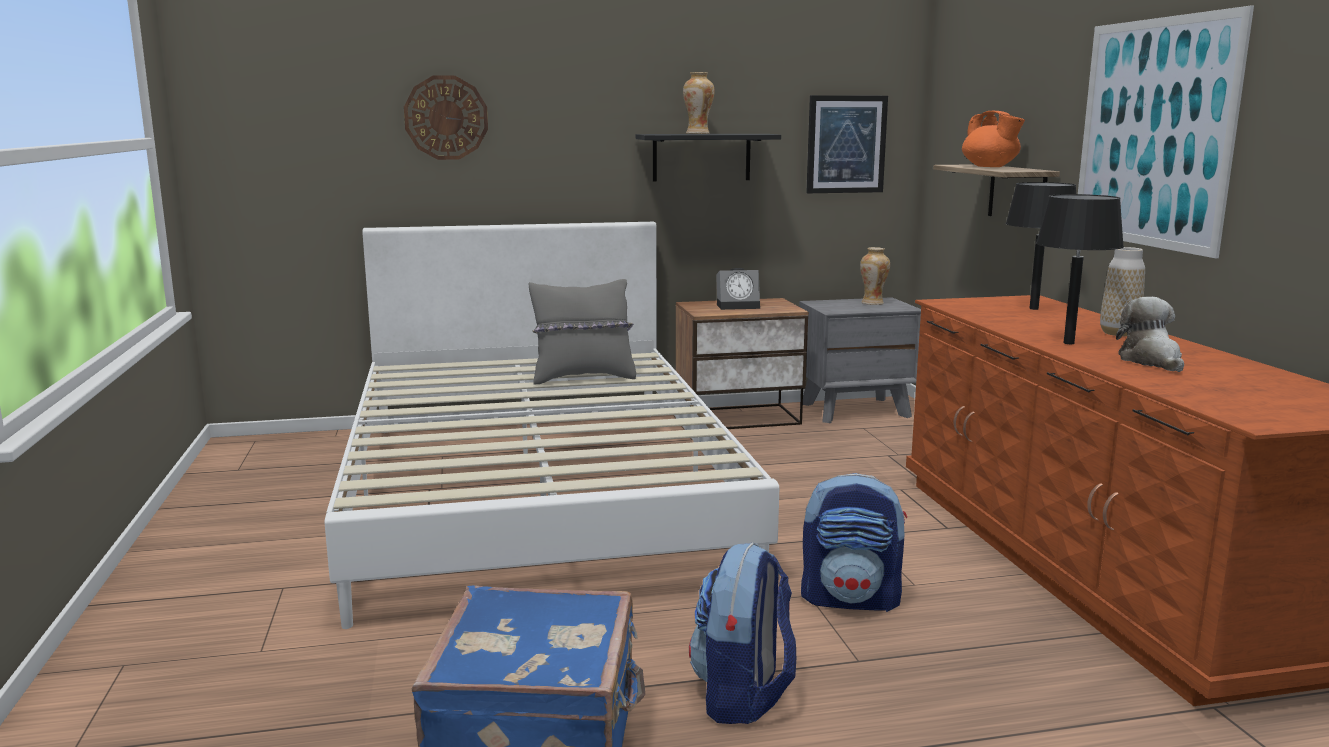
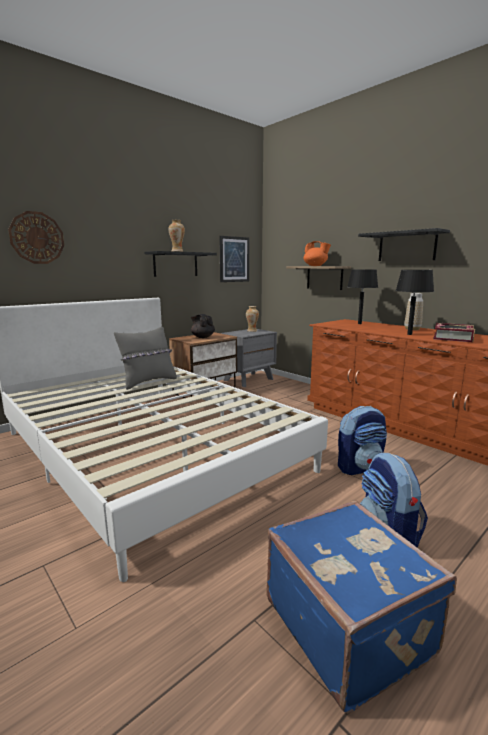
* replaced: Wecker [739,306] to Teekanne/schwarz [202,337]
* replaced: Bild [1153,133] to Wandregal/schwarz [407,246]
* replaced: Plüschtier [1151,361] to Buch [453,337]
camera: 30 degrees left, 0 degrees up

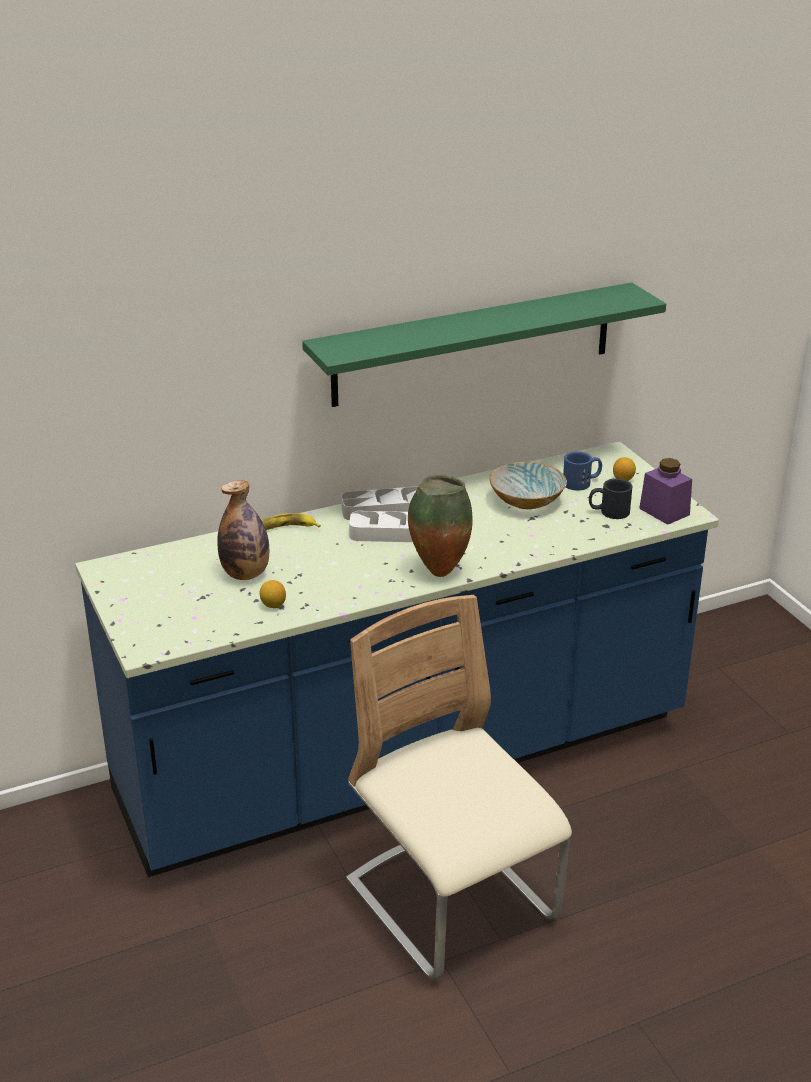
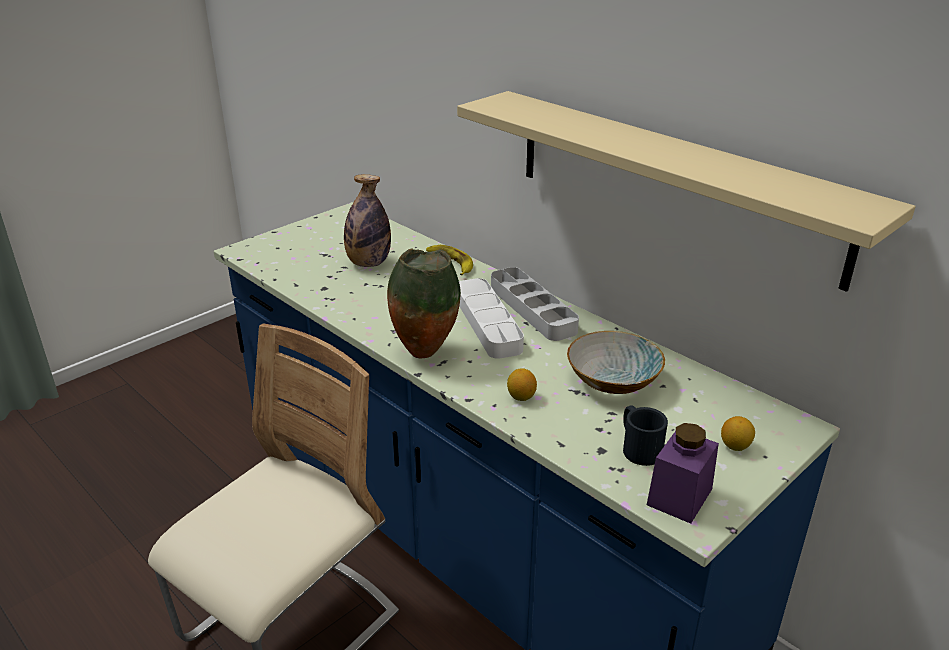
* moved: Zitrone [273,605] to [521,397]
* recoloured: Wandregal/grün [473,344] to Wandregal/beige [672,183]
* removed: Henkelbecher/blau [582,482]
camera: 70 degrees right, 0 degrees up

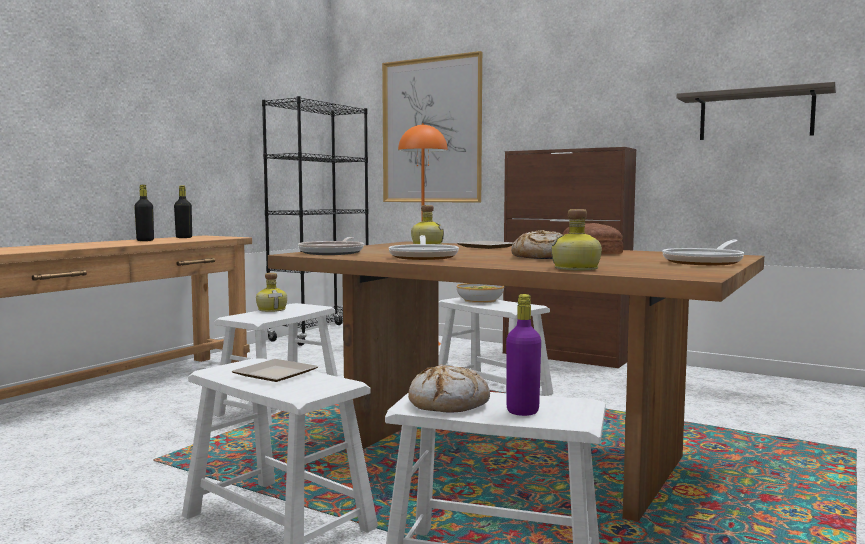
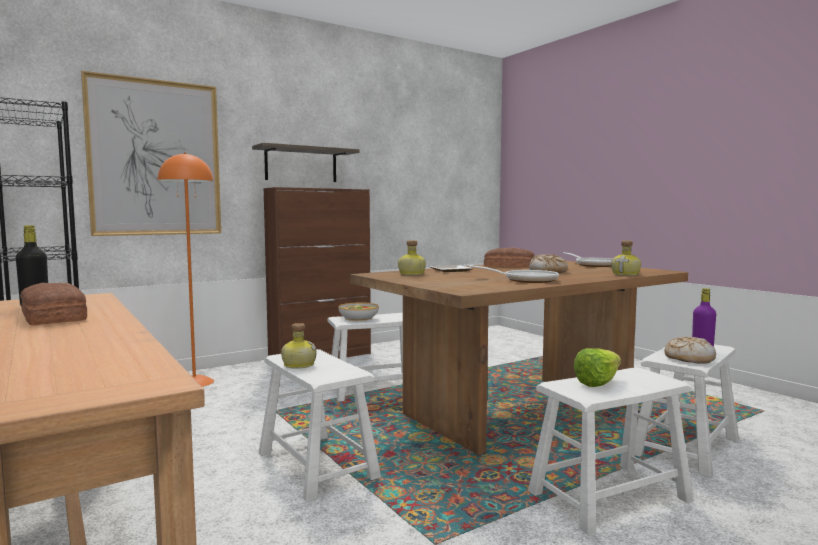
* replaced: Flasche/schwarz [145,240] to Brot [52,317]
* replaced: Teller [275,373] to Salatkopf [602,382]
* removed: Pfanne [333,253]
* moved: Wandregal [755,115] to [301,165]
camera: 65 degrees left, 0 degrees up

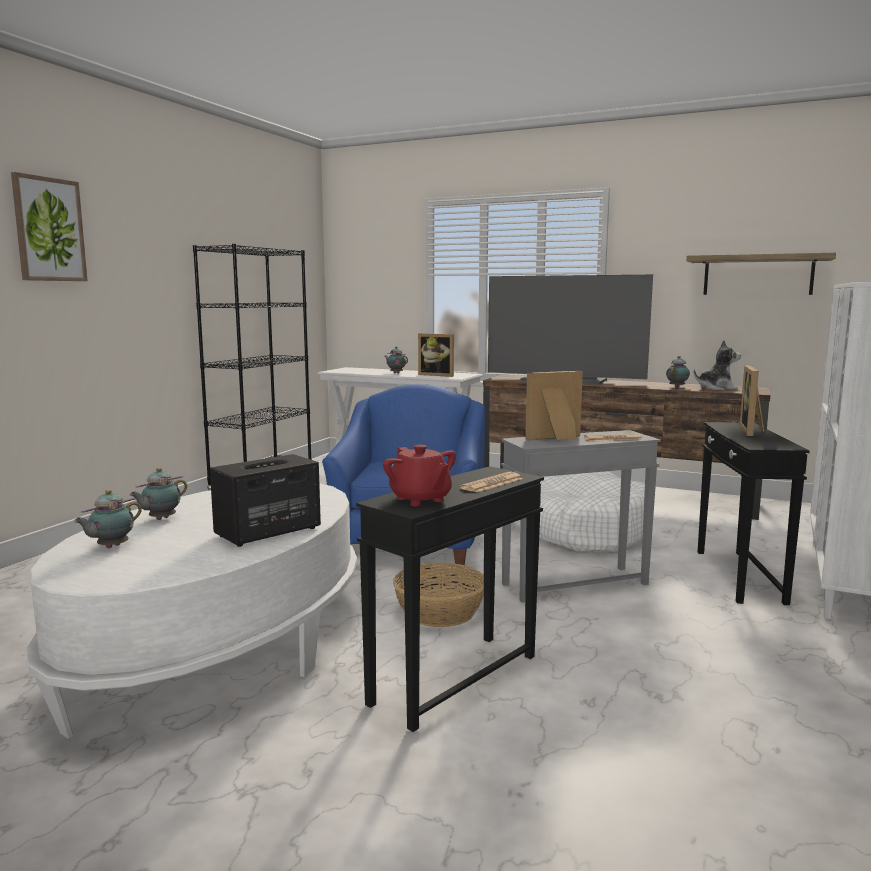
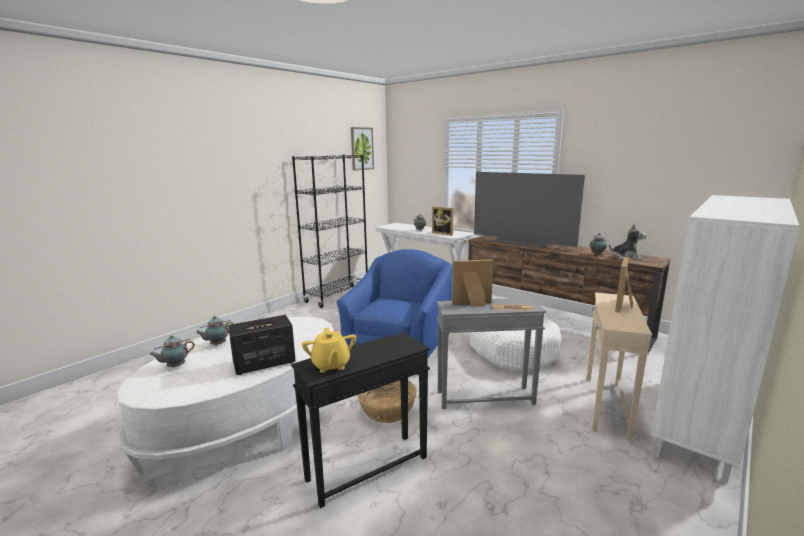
* moved: Bild [49,229] to [361,148]
* recoloured: Teekanne/rot [420,499] to Teekanne/gelb [331,365]
* removed: Zeitung [492,483]
* removed: Wandregal [757,275]
* recoloured: Beistelltisch/schwarz [738,576] to Beistelltisch/beige [606,405]
camera: 15 degrees right, 5 degrees up

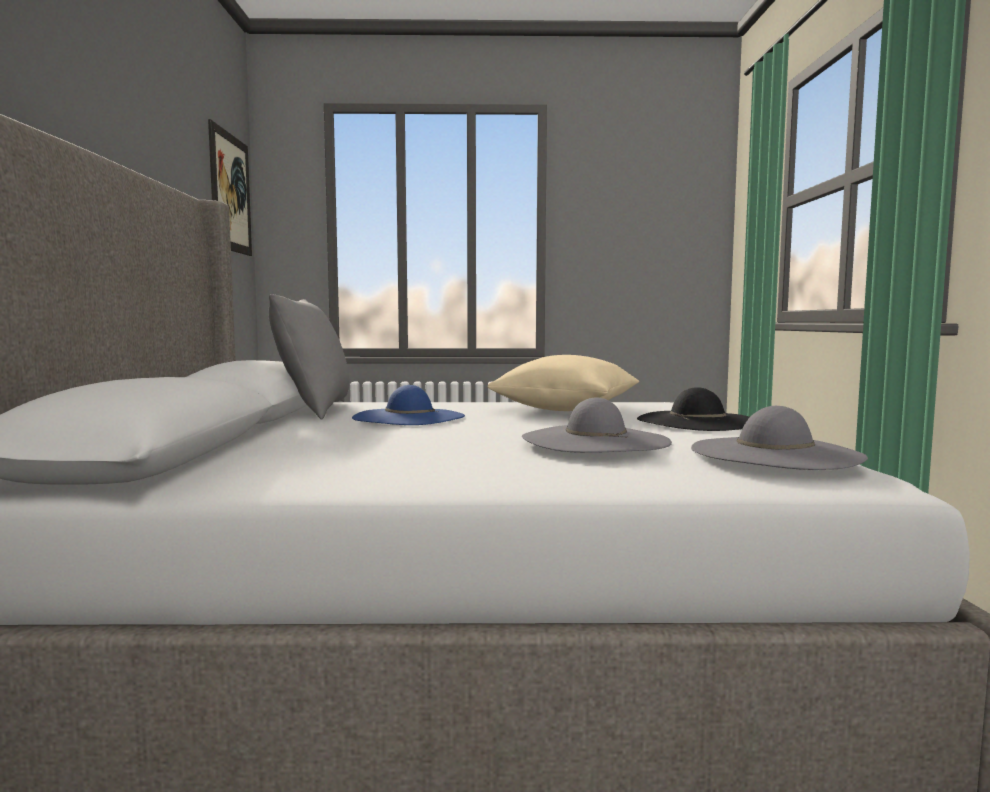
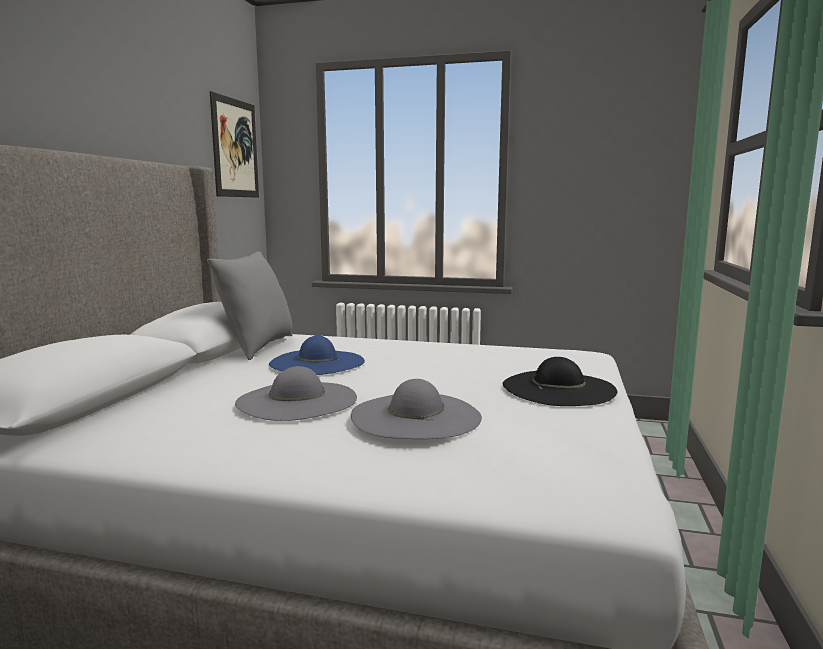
* removed: Kissen/beige [566,409]
* moved: Hut/grau [775,453] to [297,400]
camera: 15 degrees right, 5 degrees up

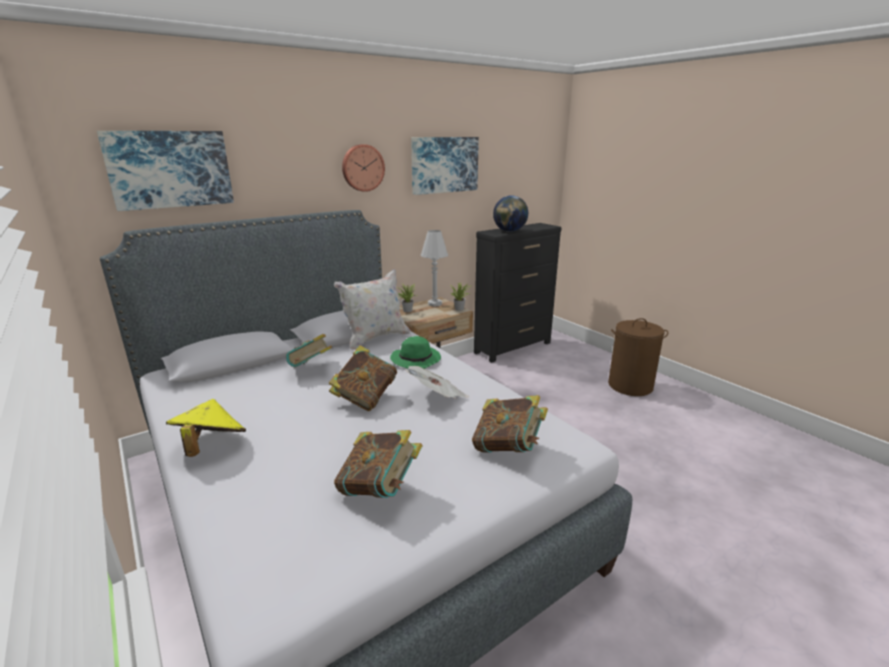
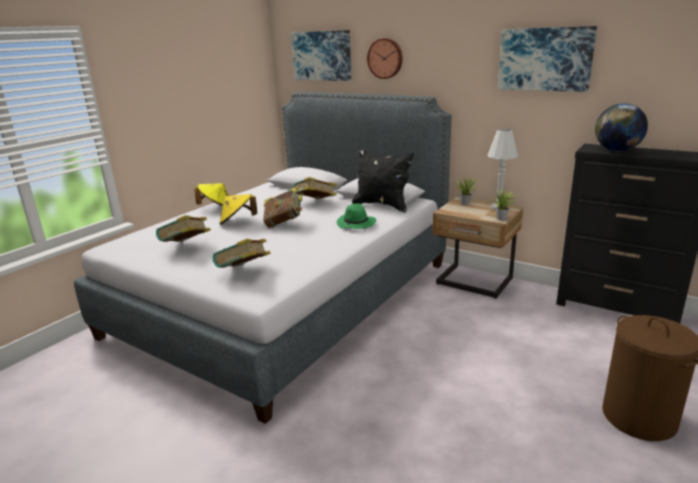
* recoloured: Kissen/weiß [375,338] to Kissen/schwarz [382,205]
* moved: Wanduhr [362,168] to [385,58]
* removed: Zeitung [437,397]
* added: Hut/gelb [237,221]
camera: 70 degrees right, 0 degrees up

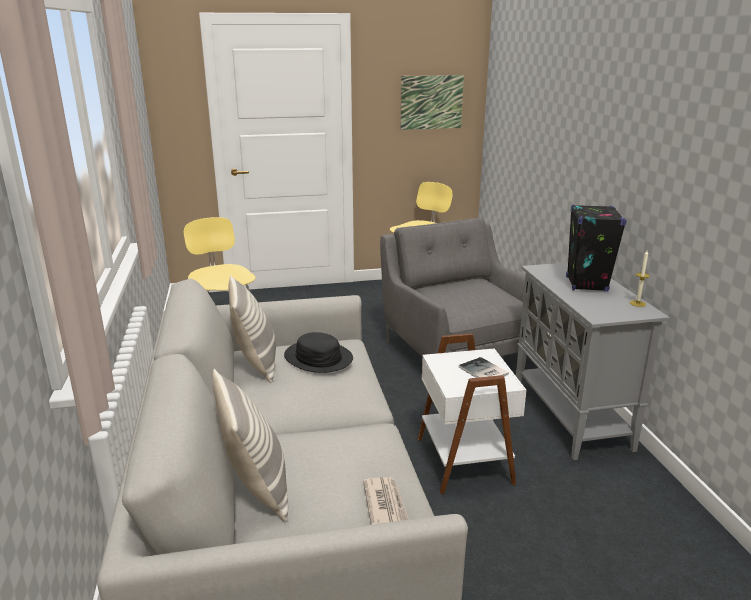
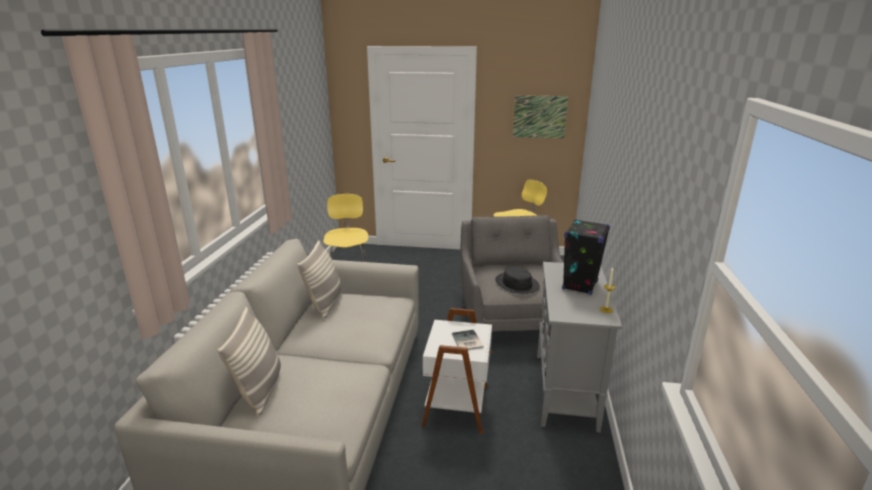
* moved: Hut/schwarz [318,358] to [516,284]
* removed: Zeitung [385,504]
camera: 20 degrees right, 0 degrees up

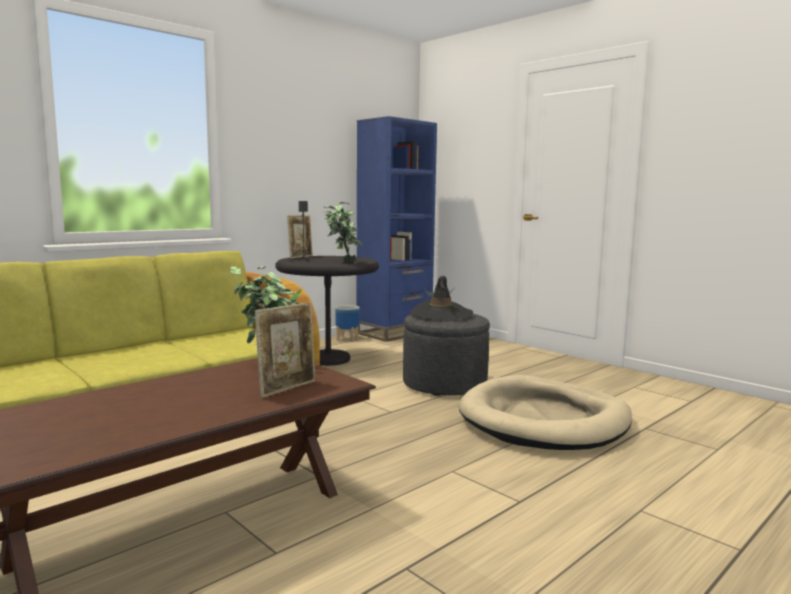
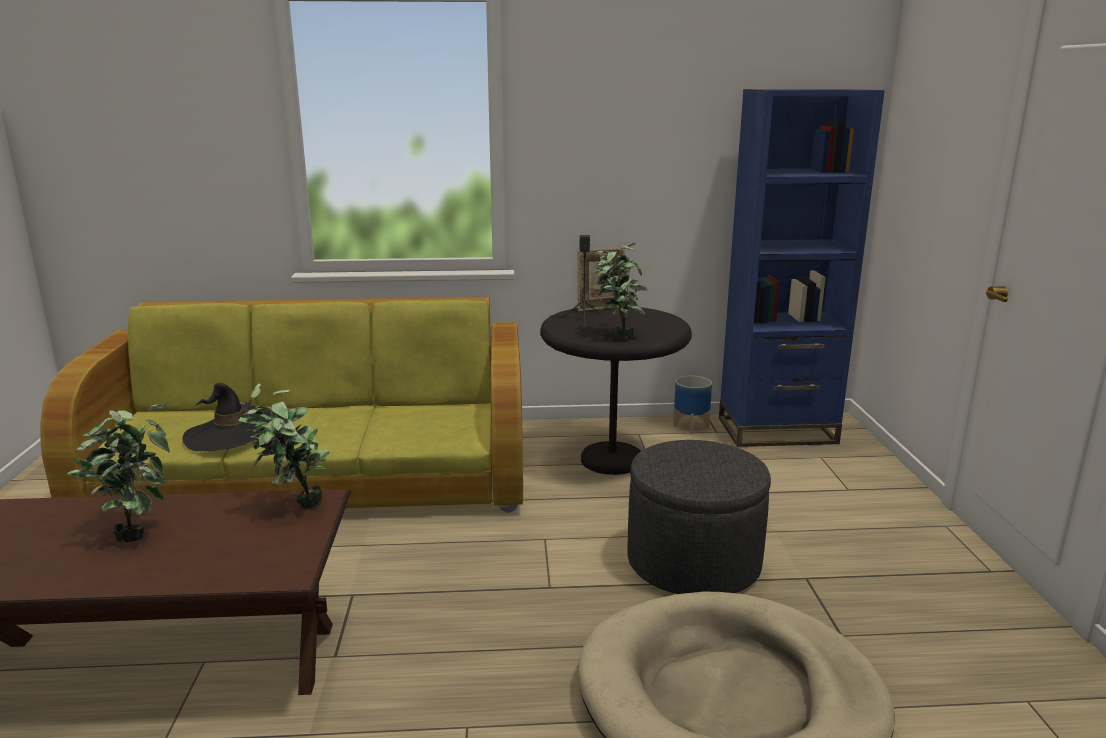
* removed: Bilderrahmen [287,388]
* moved: Hut/schwarz [441,315] to [230,434]
* added: Topfpflanze [137,532]
camera: 40 degrees right, 10 degrees up

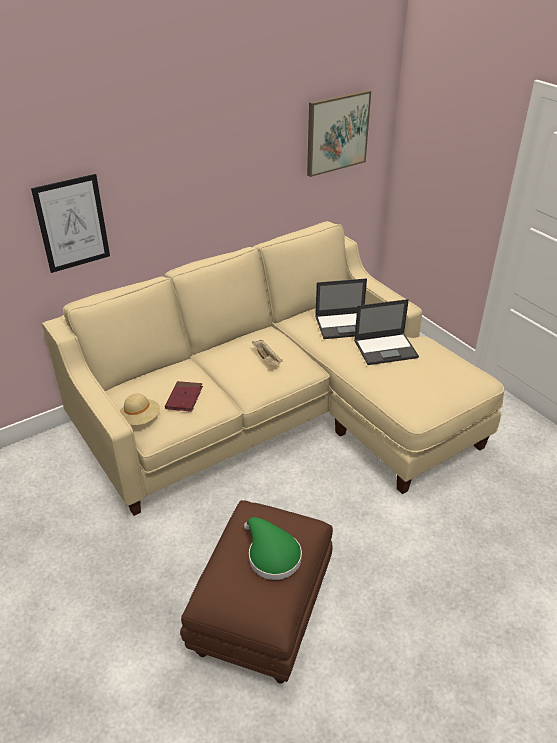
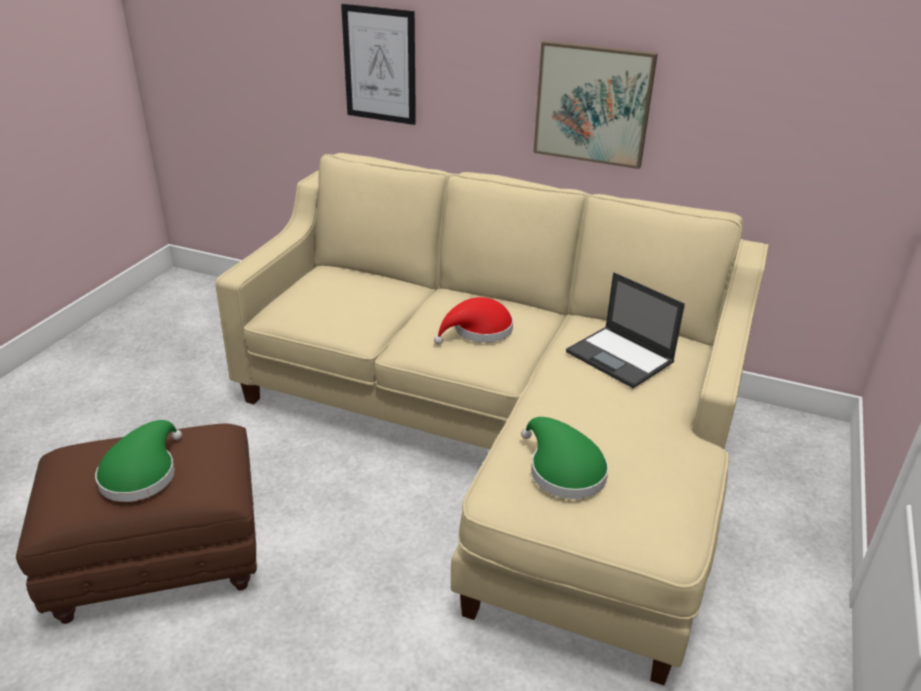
* removed: Hut/beige [140,419]
* removed: Buch/rot [184,398]
* replaced: Tablett/beige [267,359] to Hut/rot [478,331]
* moved: Bild [337,132] to [593,104]
* removed: Laptop [386,349]
* added: Hut/grün [563,470]
camera: 55 degrees right, 5 degrees down

